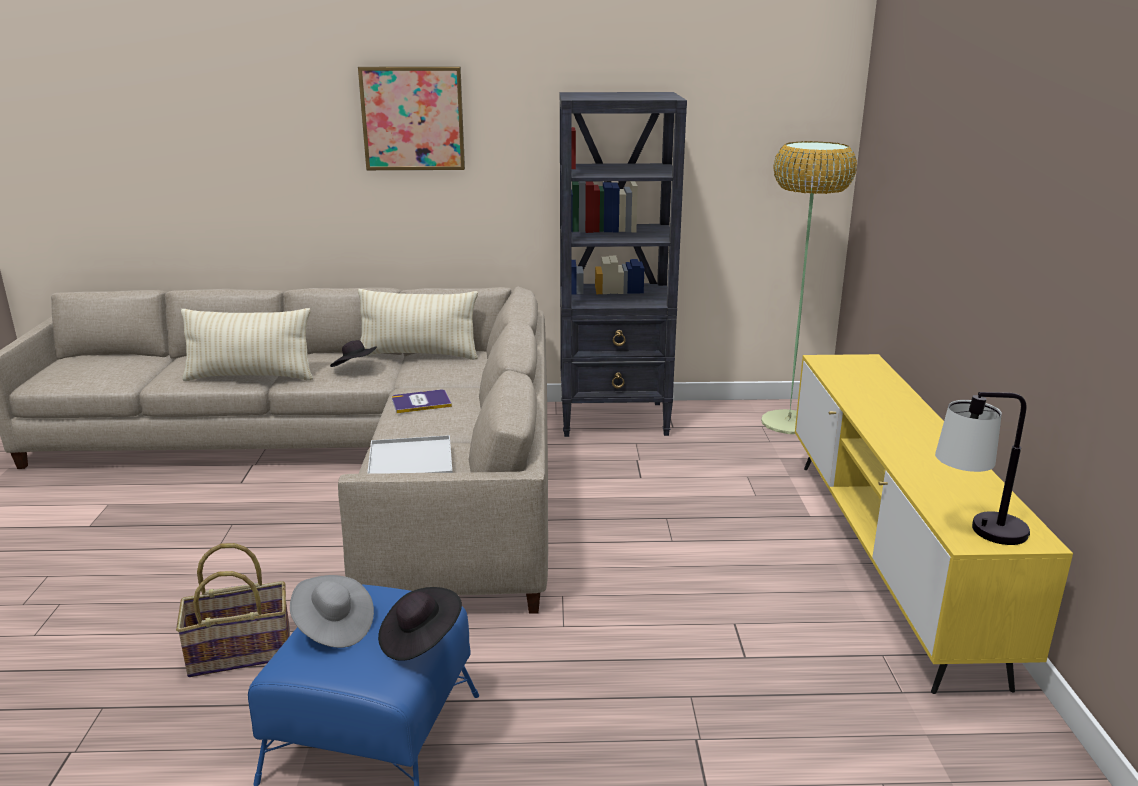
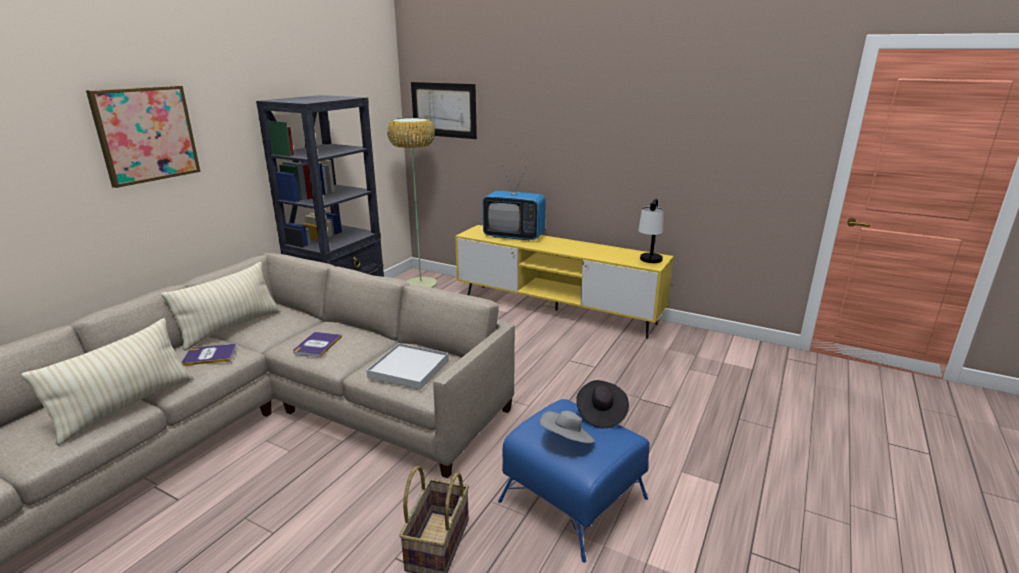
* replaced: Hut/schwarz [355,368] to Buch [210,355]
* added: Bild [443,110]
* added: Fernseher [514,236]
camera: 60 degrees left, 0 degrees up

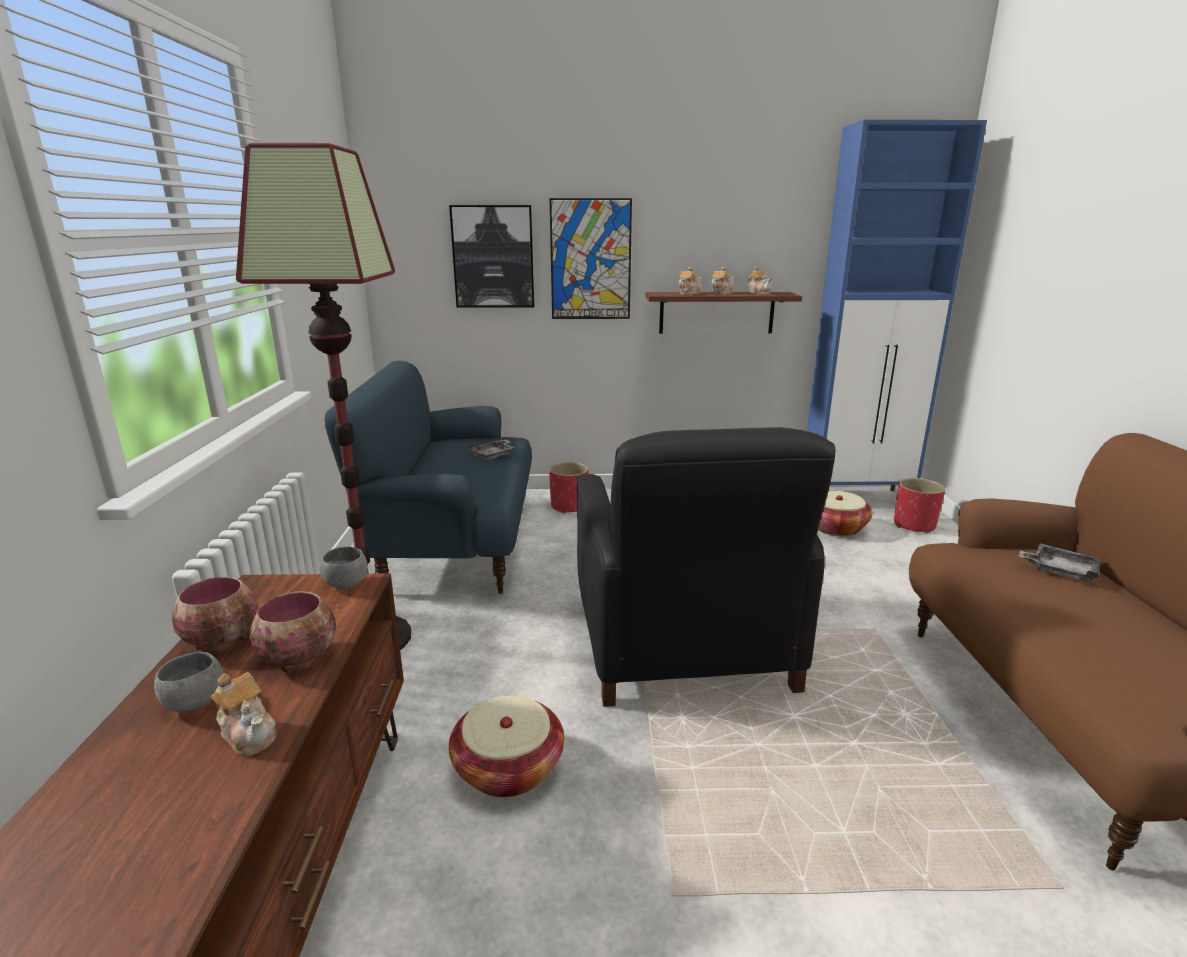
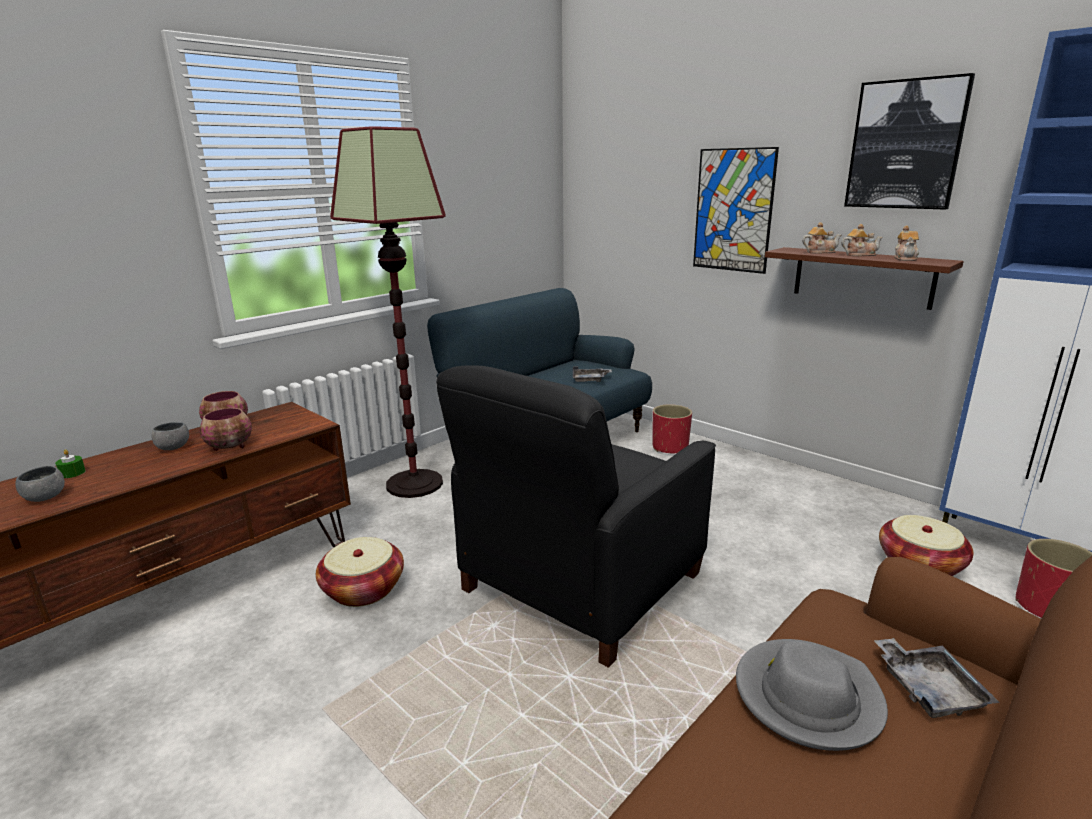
* removed: Teekanne [249,733]
* moved: Schüssel/grau [346,584] to [45,497]
* moved: Bild [493,257] to [905,145]
* added: Kerze/grün [72,473]
* added: Hut/grau [807,697]
camera: 45 degrees right, 0 degrees up

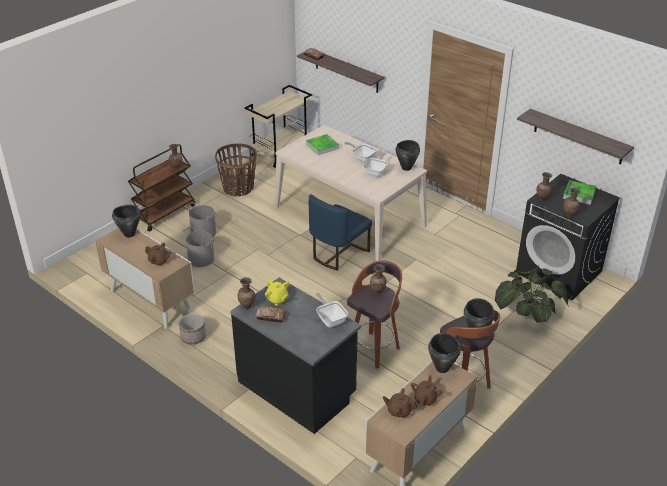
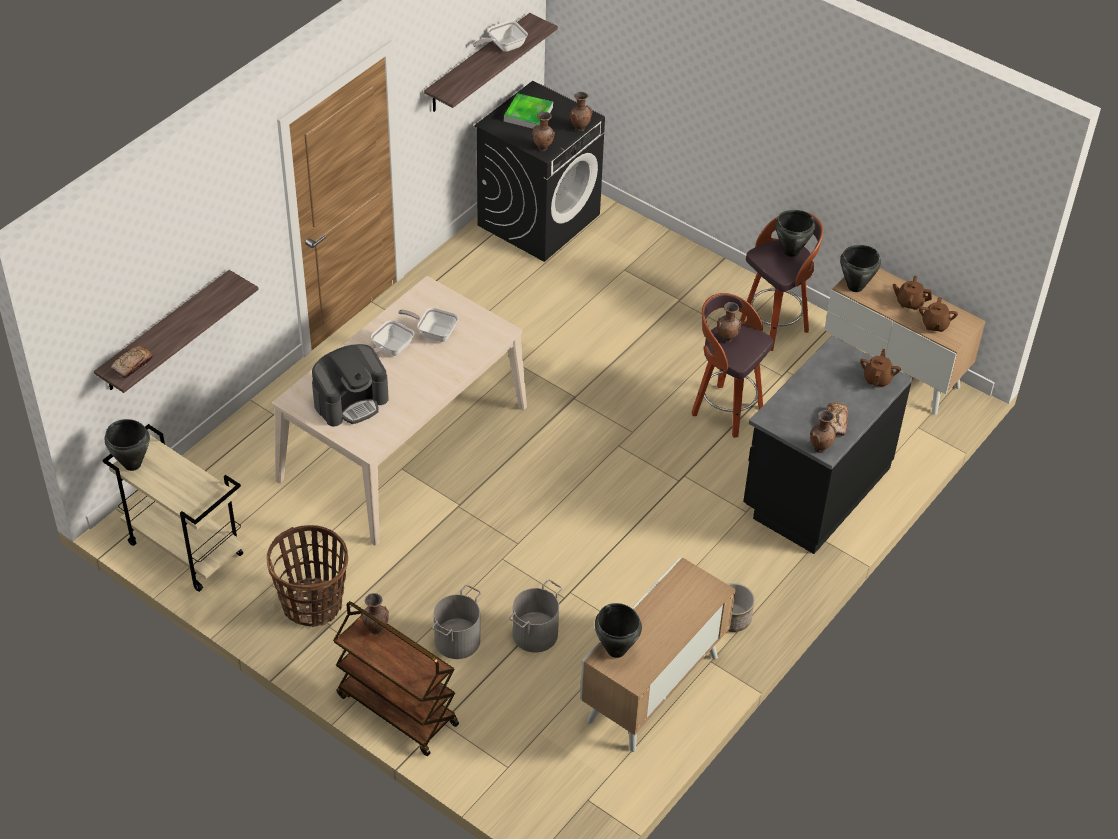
* moved: Teekanne/braun [159,261] to [877,379]
* removed: Teekanne/gelb [277,299]
* replaced: Tablett [322,146] to Kaffeemaschine [351,401]
* removed: Stuhl/blau [338,254]
* moved: Pfanne [330,319] to [503,47]
* moved: Kochtopf/schwarz [406,168] to [132,464]
* removed: Topfpflanze [528,311]
camera: 95 degrees left, 10 degrees up

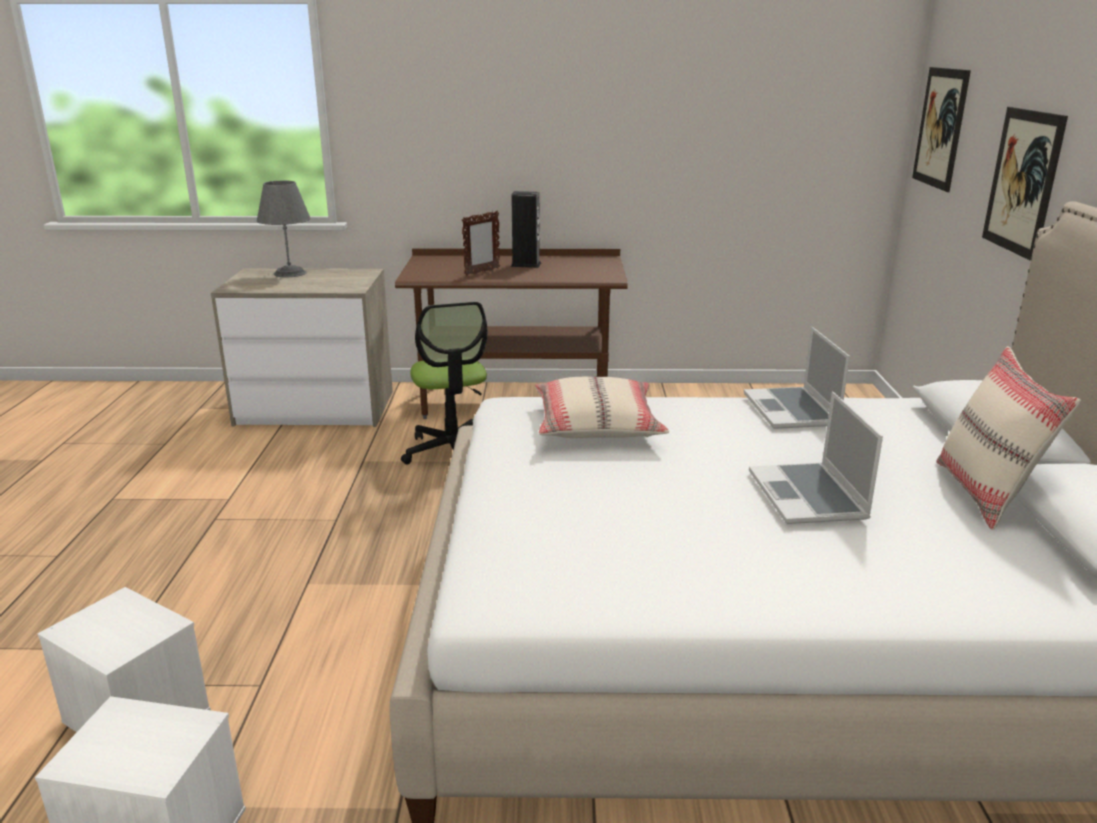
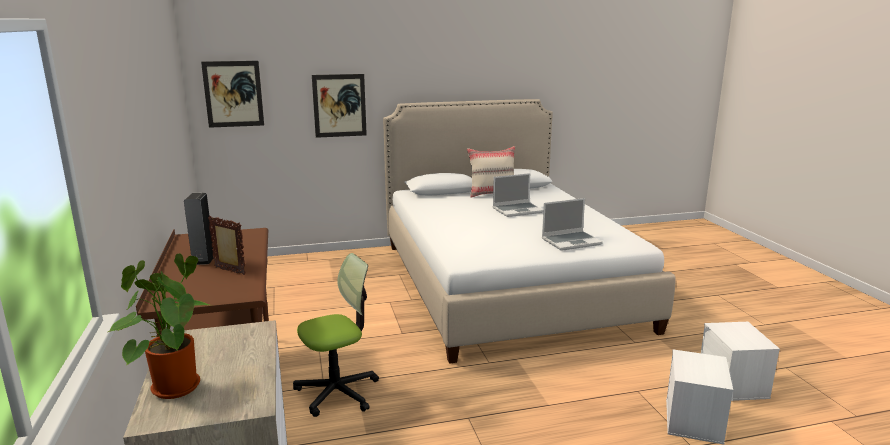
* replaced: Tischlampe/grau [290,273] to Topfpflanze [173,386]
* removed: Kissen/beige [597,425]
* moved: Laptop [792,411] to [571,241]
camera: 105 degrees left, 5 degrees down

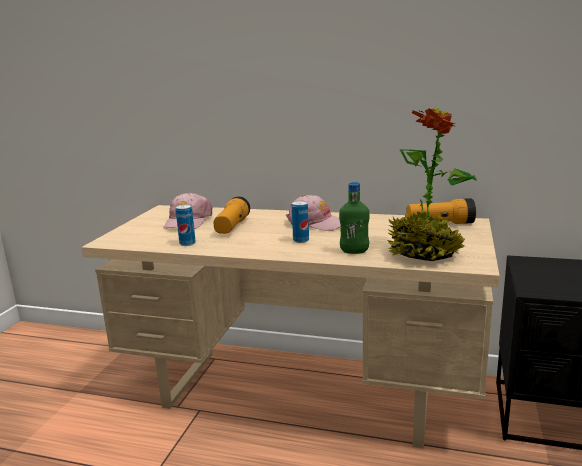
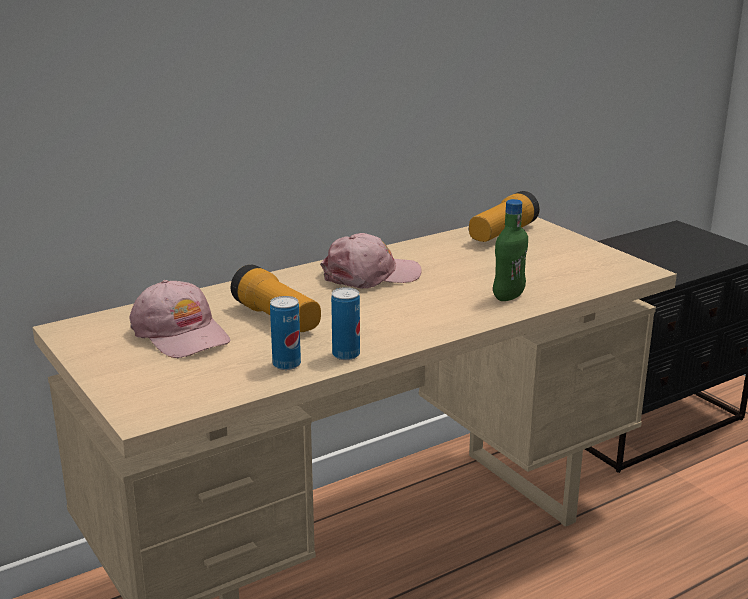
* moved: Dose [301,240] to [346,355]
* removed: Topfpflanze [424,254]
camera: 50 degrees left, 5 degrees up

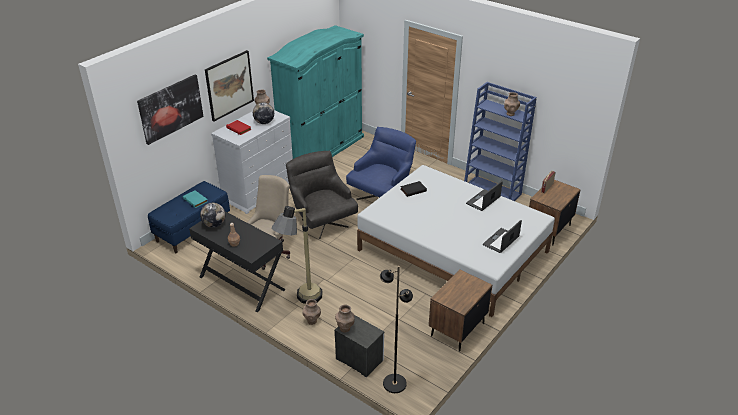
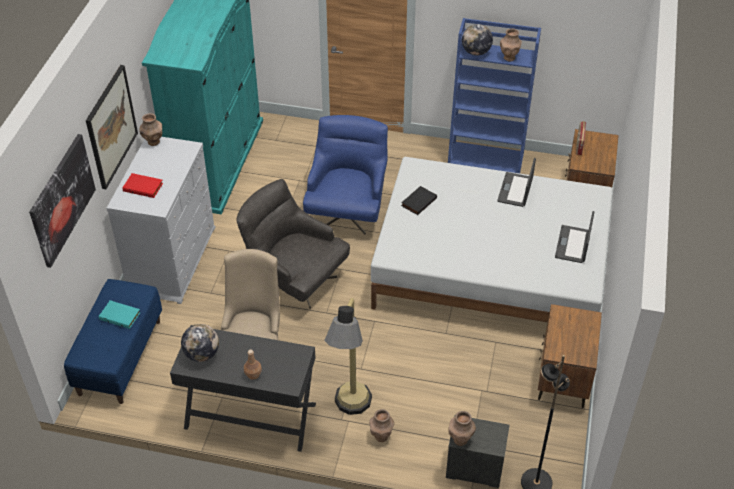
* moved: Globus [264,122] to [476,52]
camera: 25 degrees left, 10 degrees up

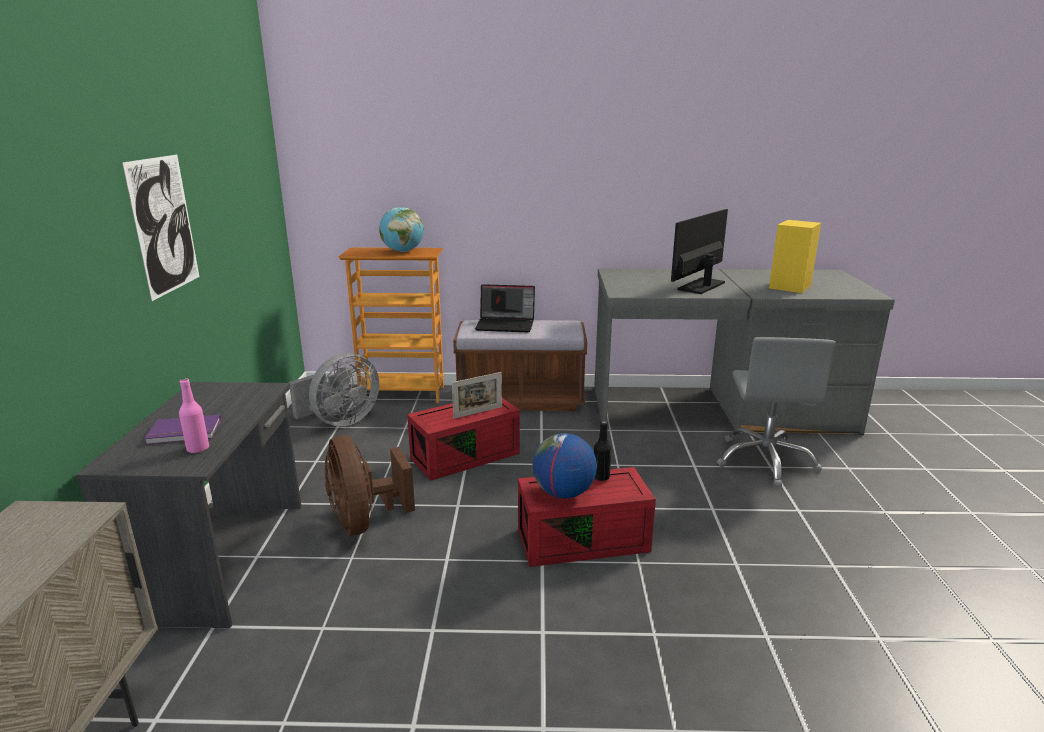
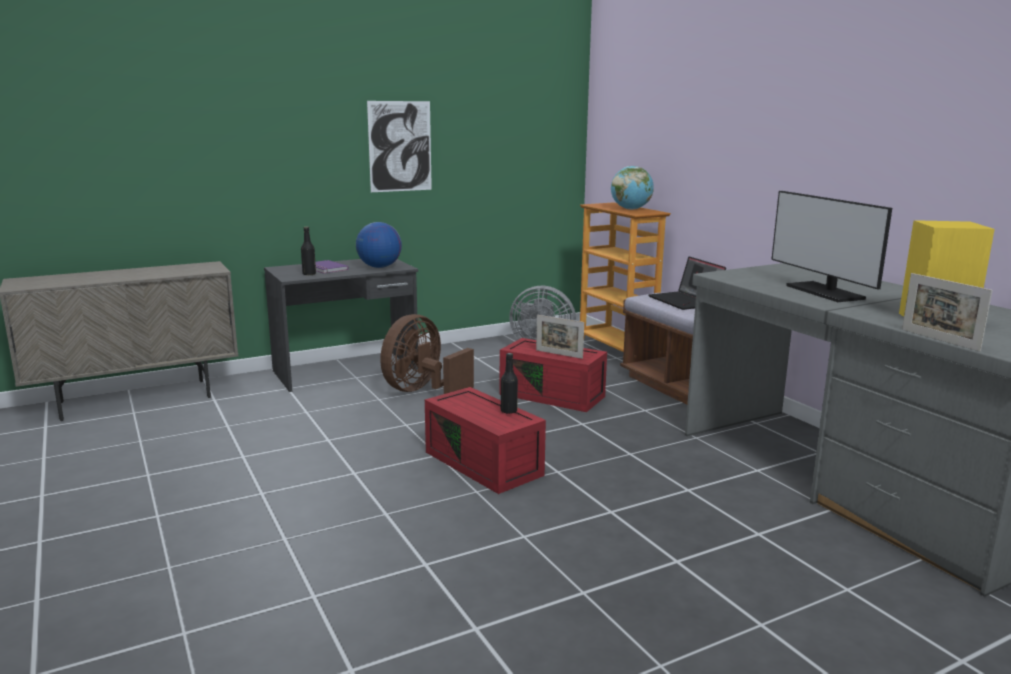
* recoloured: Flasche/rosa [198,449] to Flasche/schwarz [309,274]
* moved: Globus [563,493] to [379,267]
* turned: Monitor [701,286] = [824,292] 120 degrees counterclockwise
* removed: Bürostuhl/grau [765,461]
* added: Bilderrahmen [939,340]
camera: 60 degrees right, 5 degrees down

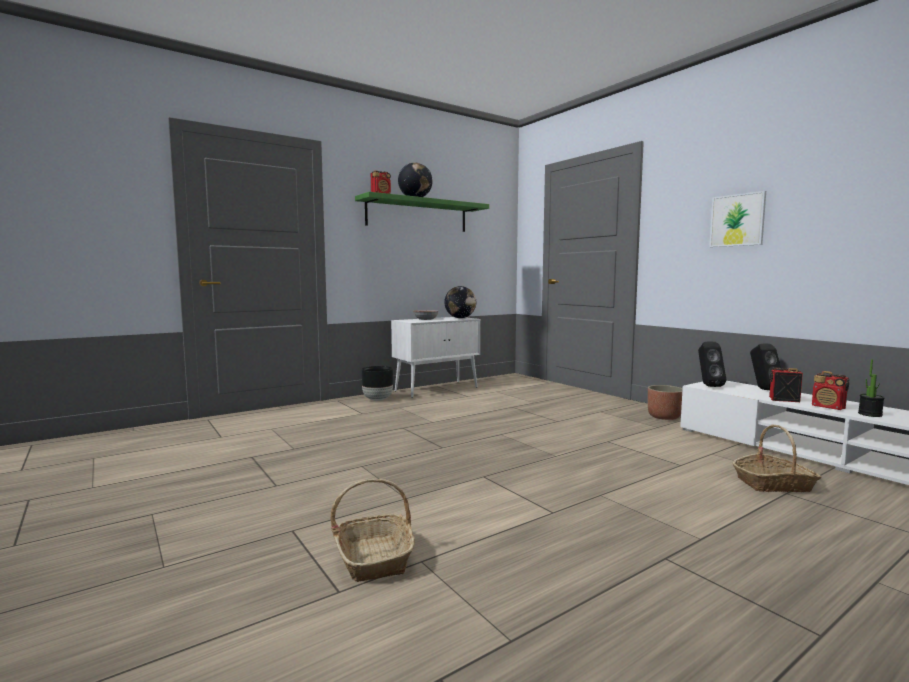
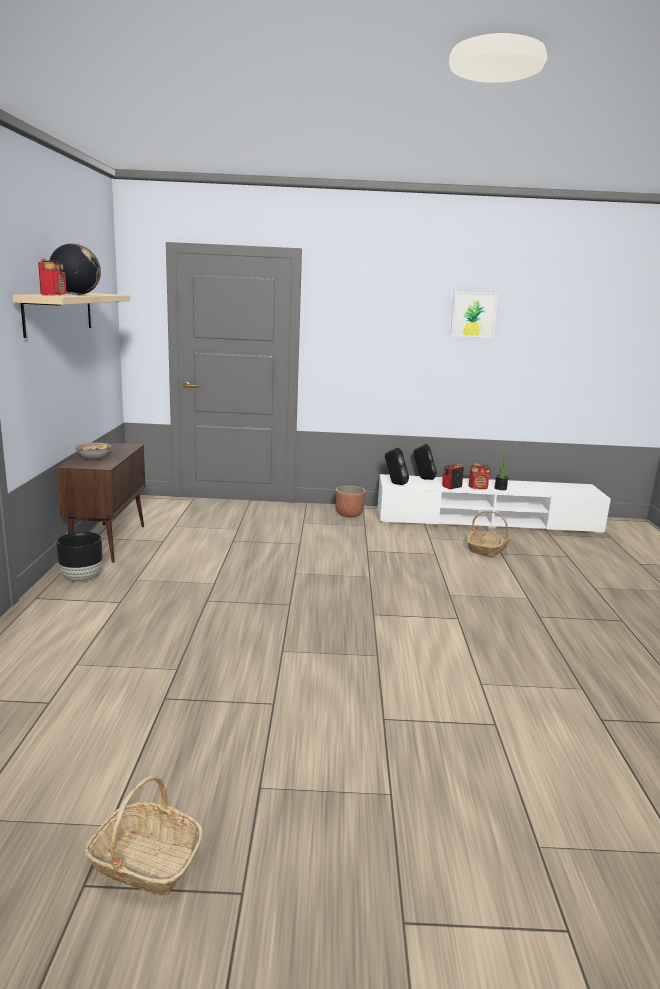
* moved: Korb [374,557] to [145,861]
* recoloured: Wandregal/grün [417,215] to Wandregal/beige [59,313]
* recoloured: Schrank/weiß [437,389] to Schrank/braun [108,542]
* removed: Globus [460,318]
* moved: Bild [737,220] to [473,314]
camera: 55 degrees left, 10 degrees up

